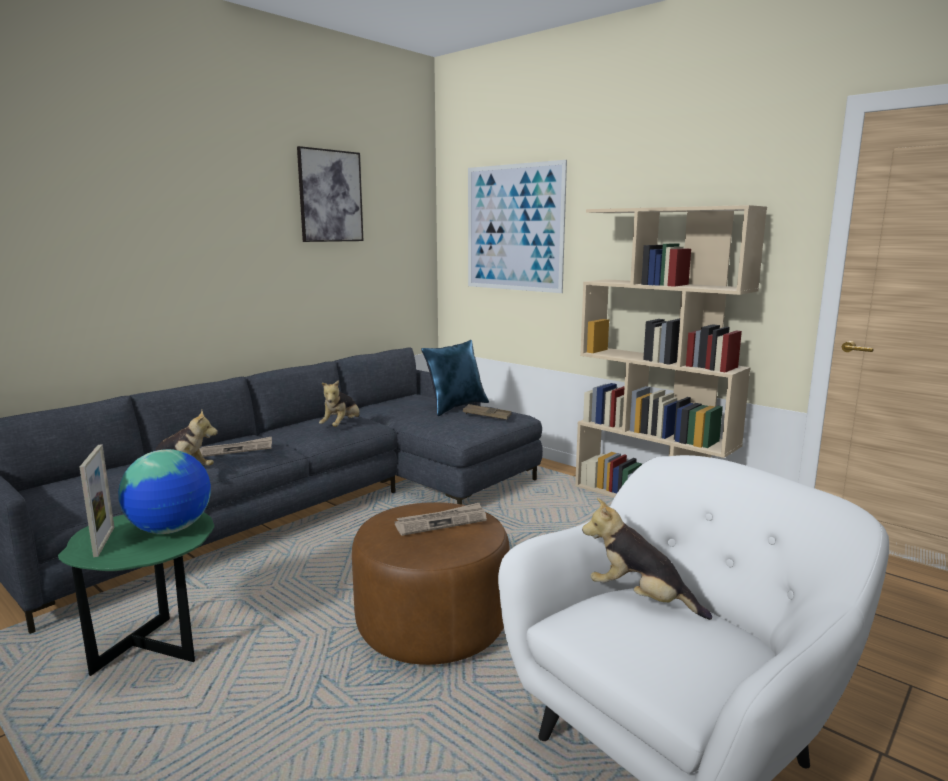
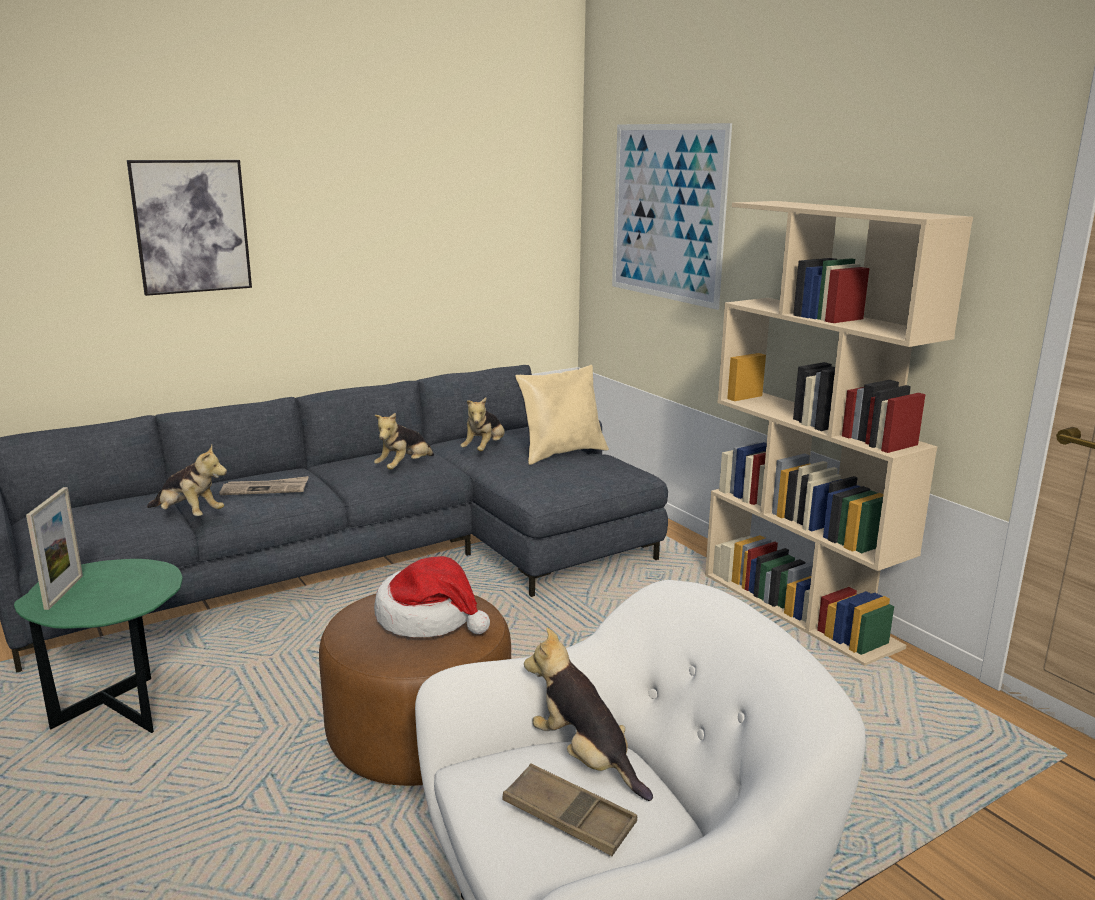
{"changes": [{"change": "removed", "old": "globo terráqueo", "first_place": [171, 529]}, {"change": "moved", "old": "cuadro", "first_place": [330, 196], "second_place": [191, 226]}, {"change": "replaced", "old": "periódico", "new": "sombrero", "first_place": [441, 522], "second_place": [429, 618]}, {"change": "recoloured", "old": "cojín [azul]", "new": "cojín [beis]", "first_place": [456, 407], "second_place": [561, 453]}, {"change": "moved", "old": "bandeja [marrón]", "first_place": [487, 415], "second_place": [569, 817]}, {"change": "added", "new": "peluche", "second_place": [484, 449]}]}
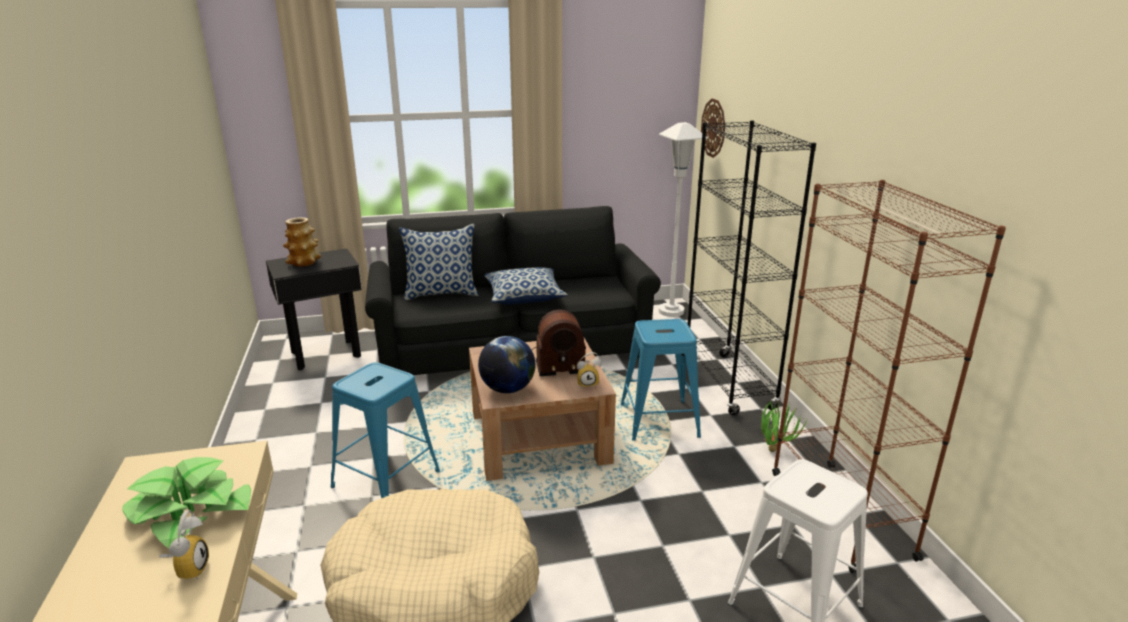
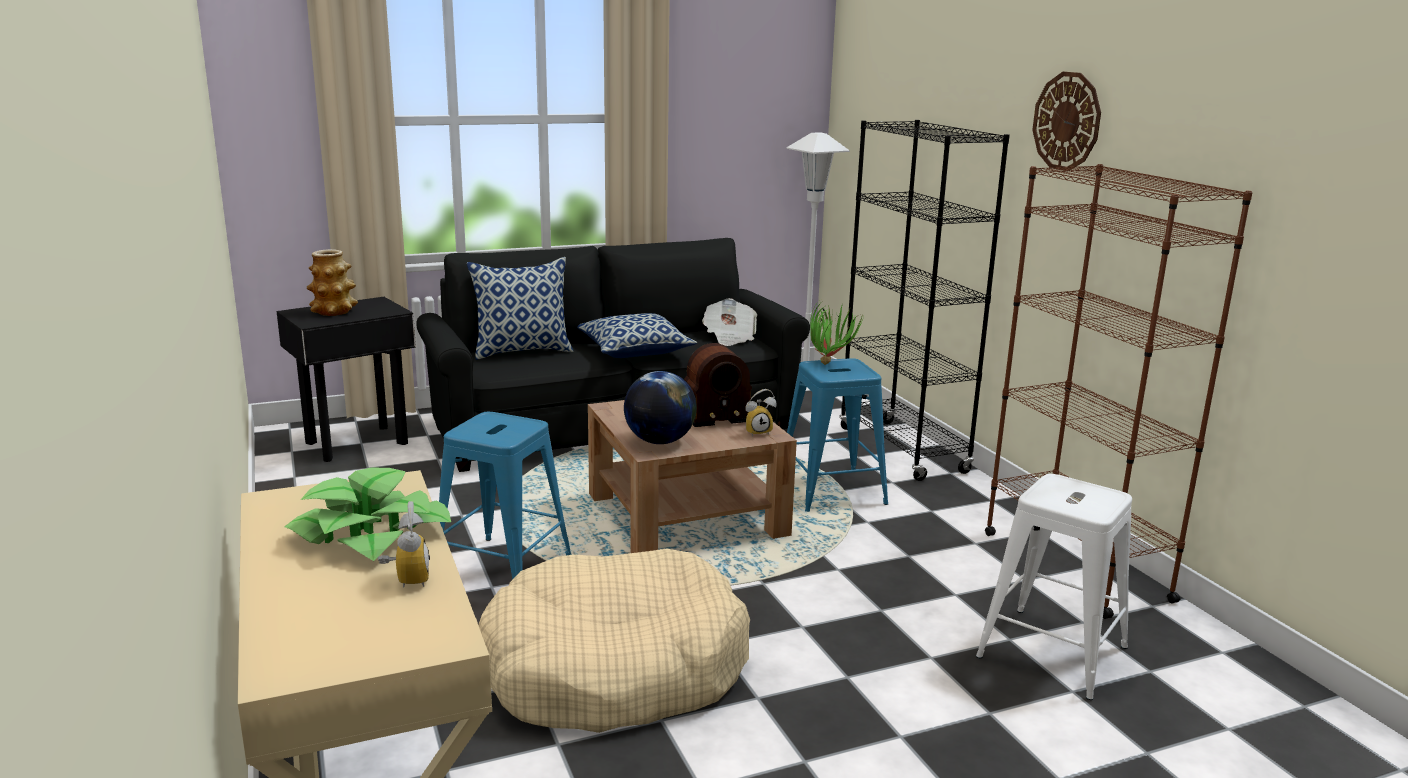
{"changes": [{"change": "moved", "old": "reloj de pared", "first_place": [713, 128], "second_place": [1067, 121]}, {"change": "moved", "old": "planta en maceta", "first_place": [776, 448], "second_place": [830, 362]}, {"change": "added", "new": "periódico", "second_place": [729, 337]}]}
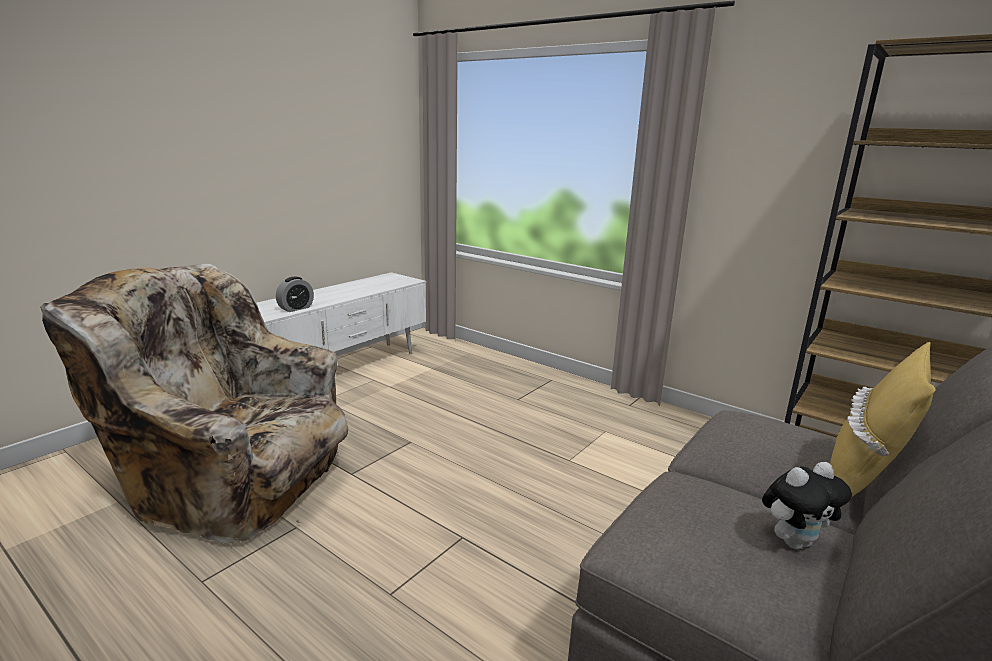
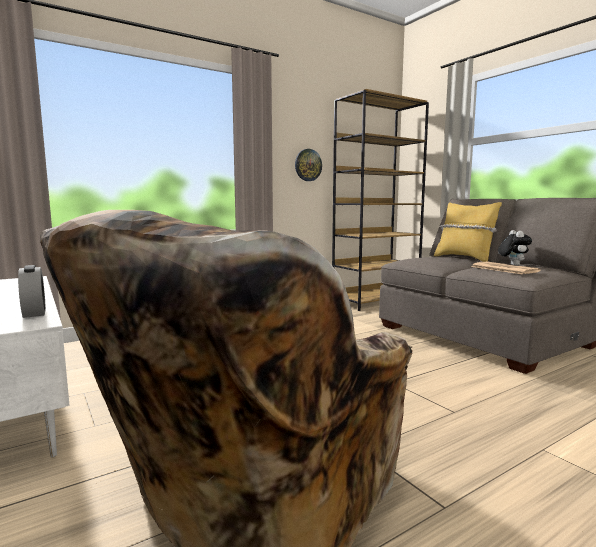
{"changes": [{"change": "added", "new": "reloj de pared", "second_place": [308, 165]}, {"change": "added", "new": "periódico", "second_place": [503, 269]}]}
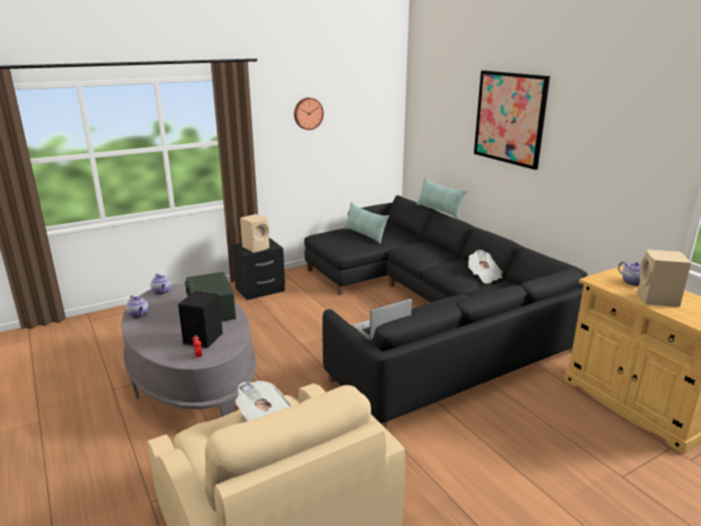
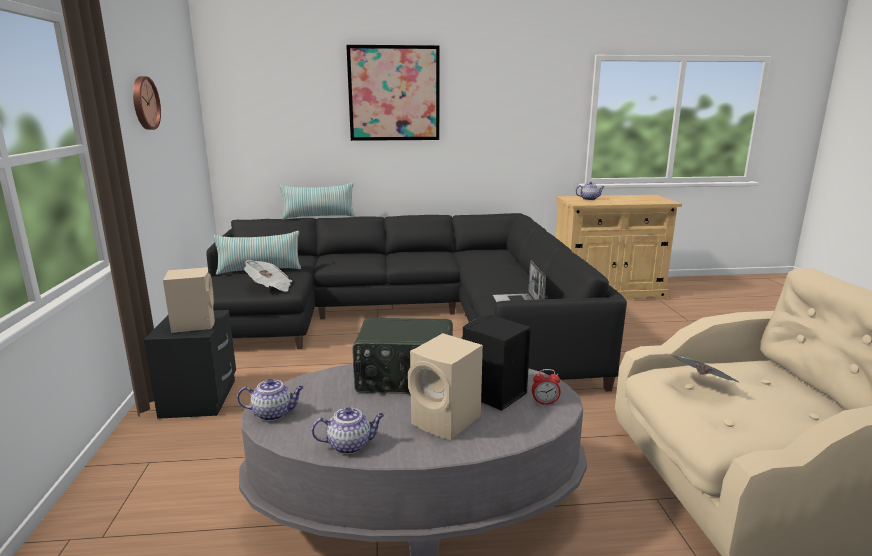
{"changes": [{"change": "moved", "old": "periódico", "first_place": [484, 275], "second_place": [270, 287]}, {"change": "moved", "old": "altavoz [beis]", "first_place": [657, 300], "second_place": [447, 421]}]}
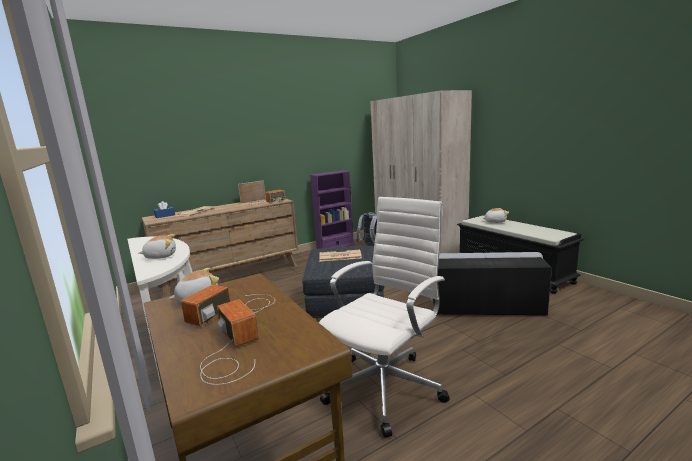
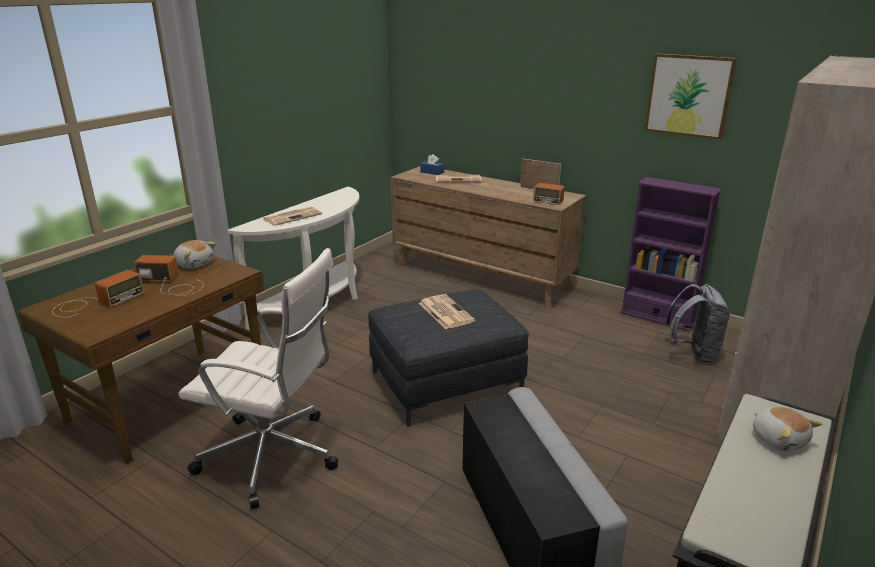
{"changes": [{"change": "replaced", "old": "peluche", "new": "periódico", "first_place": [161, 256], "second_place": [293, 216]}, {"change": "added", "new": "cuadro", "second_place": [689, 95]}]}
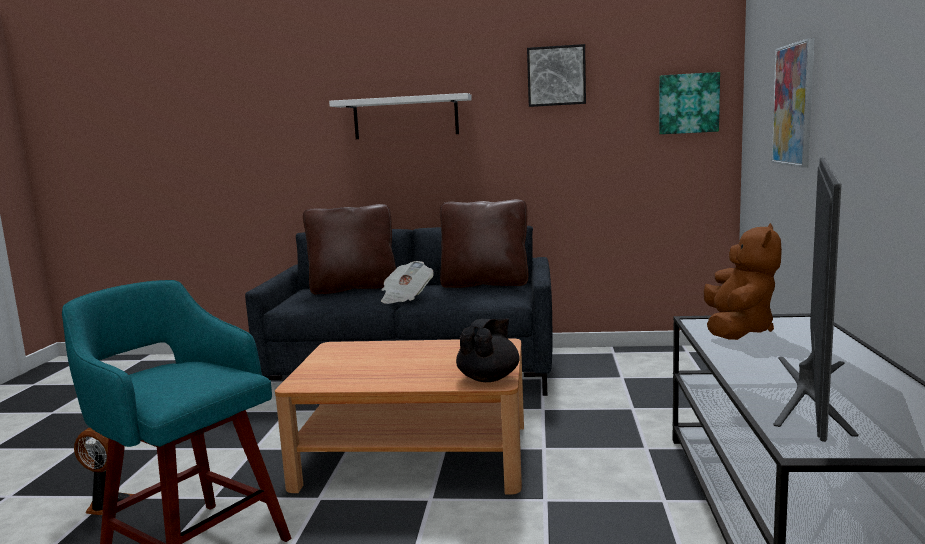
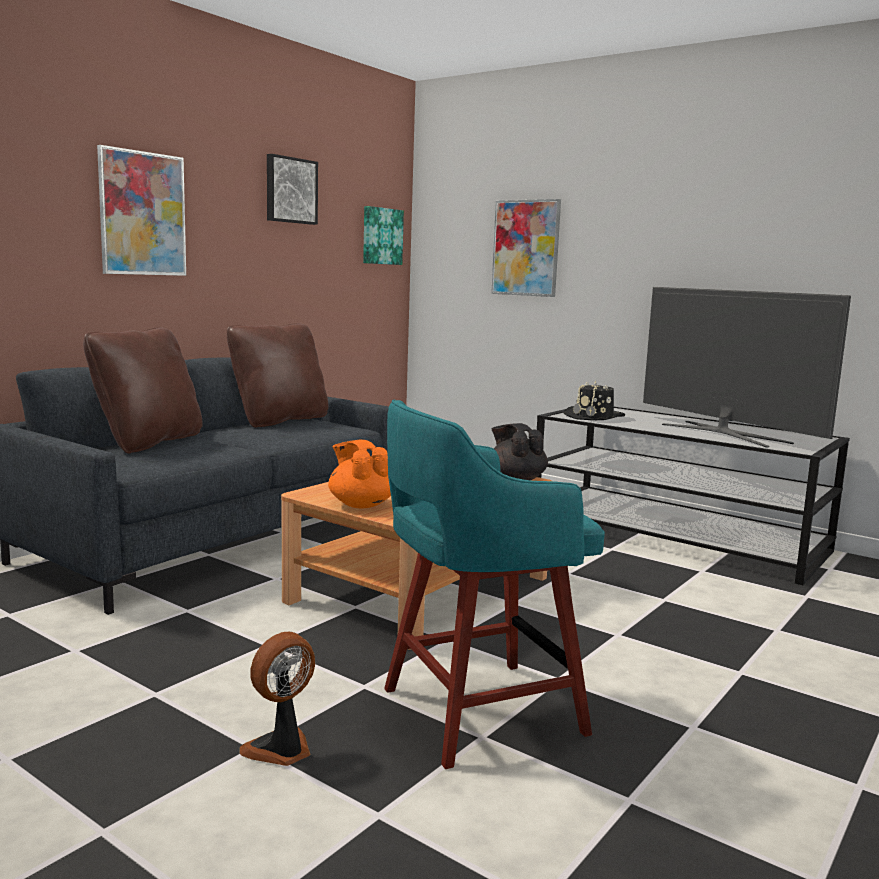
{"changes": [{"change": "replaced", "old": "estante [blanco]", "new": "cuadro", "first_place": [405, 117], "second_place": [142, 214]}, {"change": "removed", "old": "periódico", "first_place": [405, 297]}, {"change": "replaced", "old": "peluche [marrón]", "new": "sombrero [negro]", "first_place": [737, 330], "second_place": [594, 416]}, {"change": "added", "new": "tetera [naranja]", "second_place": [361, 504]}]}
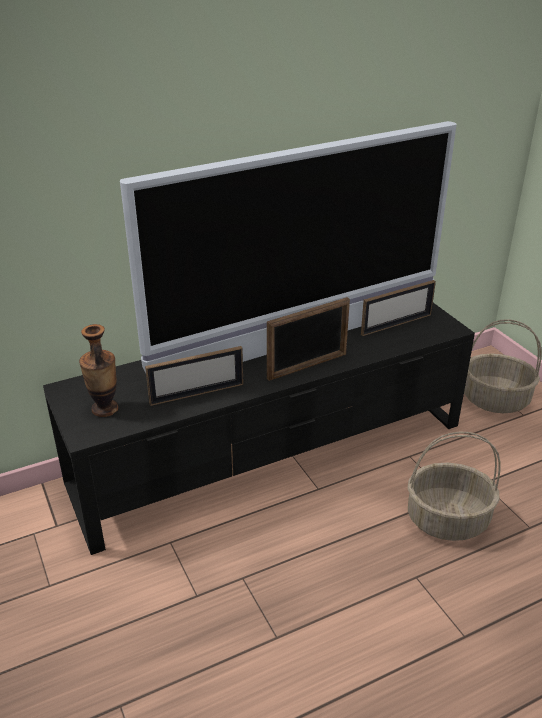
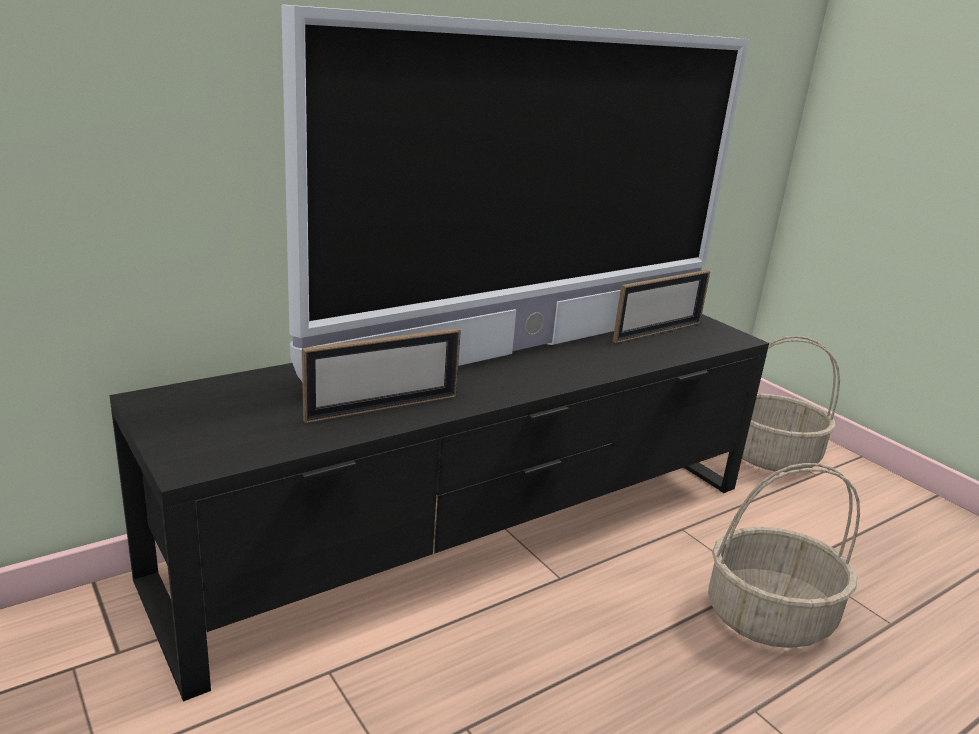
{"changes": [{"change": "removed", "old": "florero", "first_place": [105, 409]}, {"change": "removed", "old": "portarretratos", "first_place": [307, 366]}]}
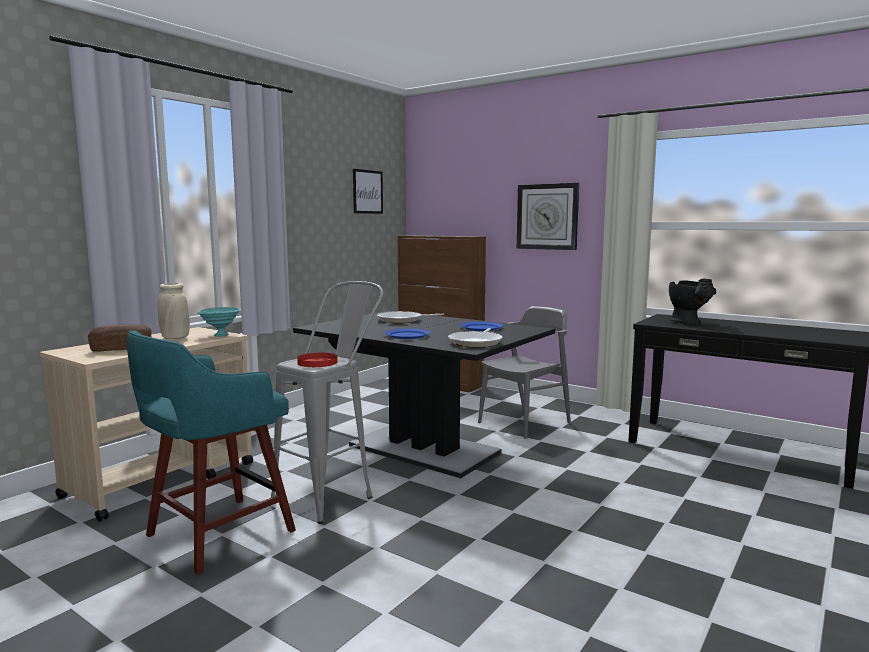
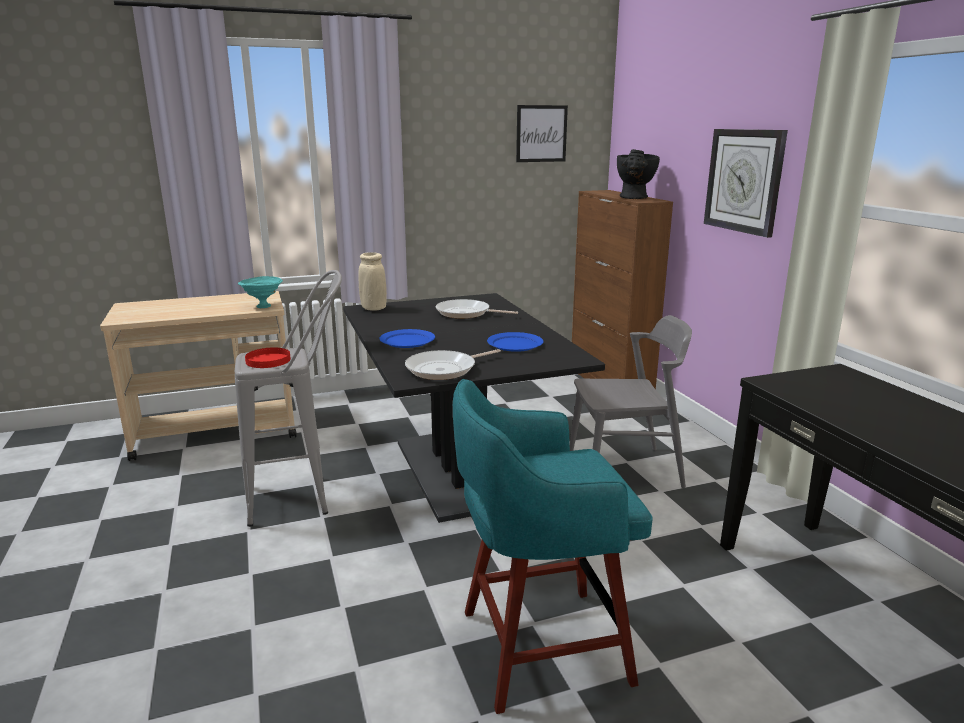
{"changes": [{"change": "removed", "old": "pan", "first_place": [122, 349]}, {"change": "moved", "old": "taburete [turquesa]", "first_place": [216, 534], "second_place": [538, 647]}, {"change": "moved", "old": "florero [beis]", "first_place": [175, 338], "second_place": [373, 309]}, {"change": "moved", "old": "florero [negro]", "first_place": [690, 323], "second_place": [634, 198]}]}
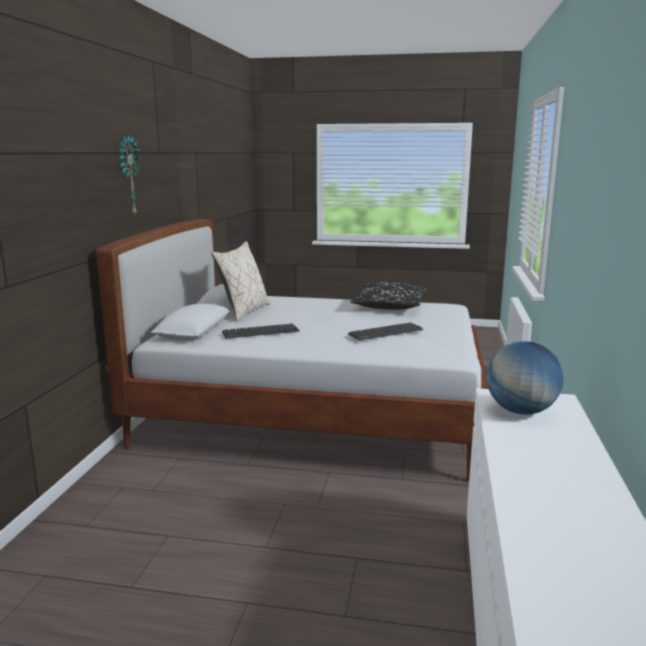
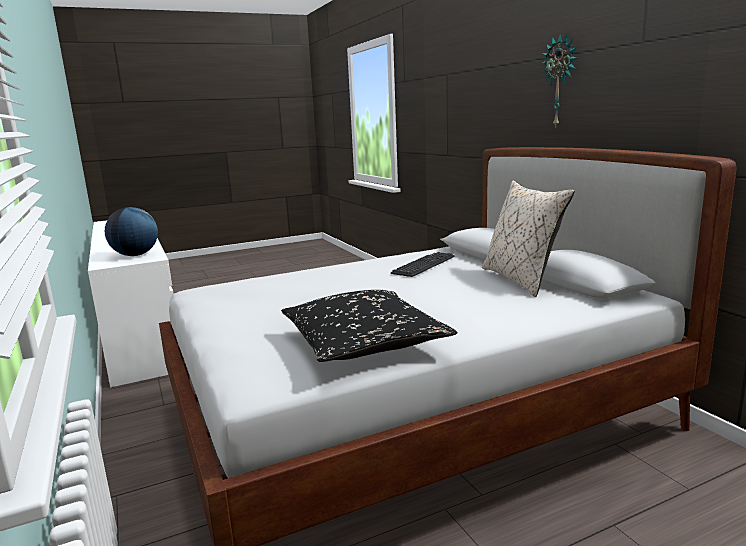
{"changes": [{"change": "removed", "old": "teclado", "first_place": [386, 332]}]}
